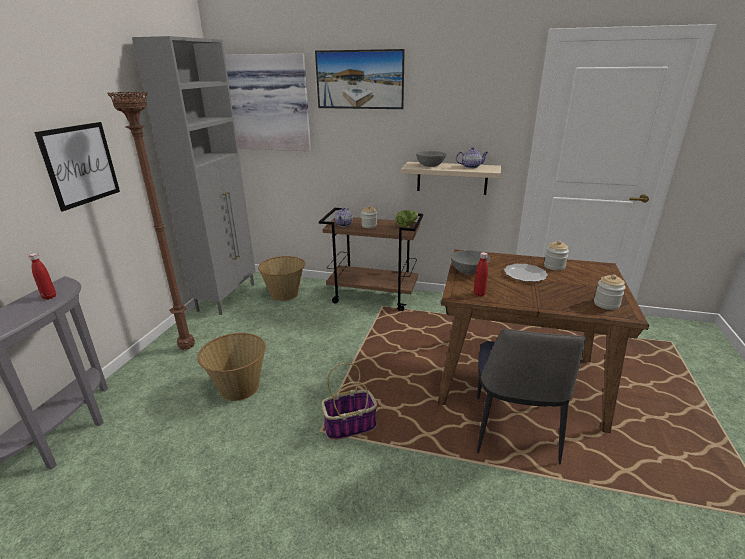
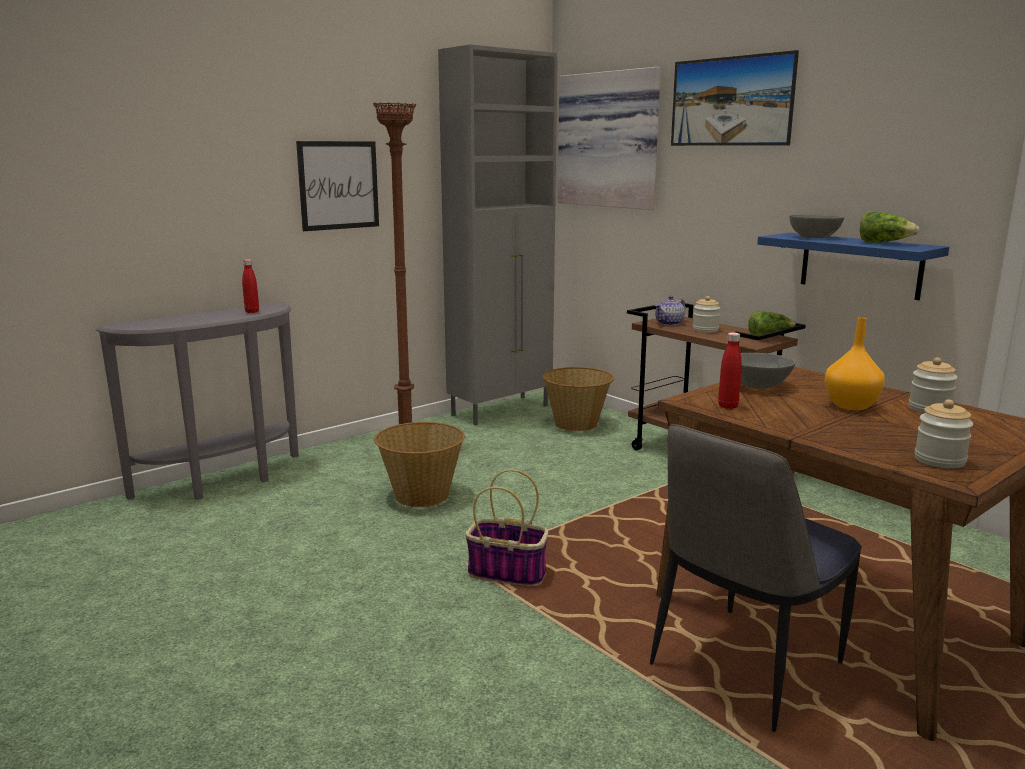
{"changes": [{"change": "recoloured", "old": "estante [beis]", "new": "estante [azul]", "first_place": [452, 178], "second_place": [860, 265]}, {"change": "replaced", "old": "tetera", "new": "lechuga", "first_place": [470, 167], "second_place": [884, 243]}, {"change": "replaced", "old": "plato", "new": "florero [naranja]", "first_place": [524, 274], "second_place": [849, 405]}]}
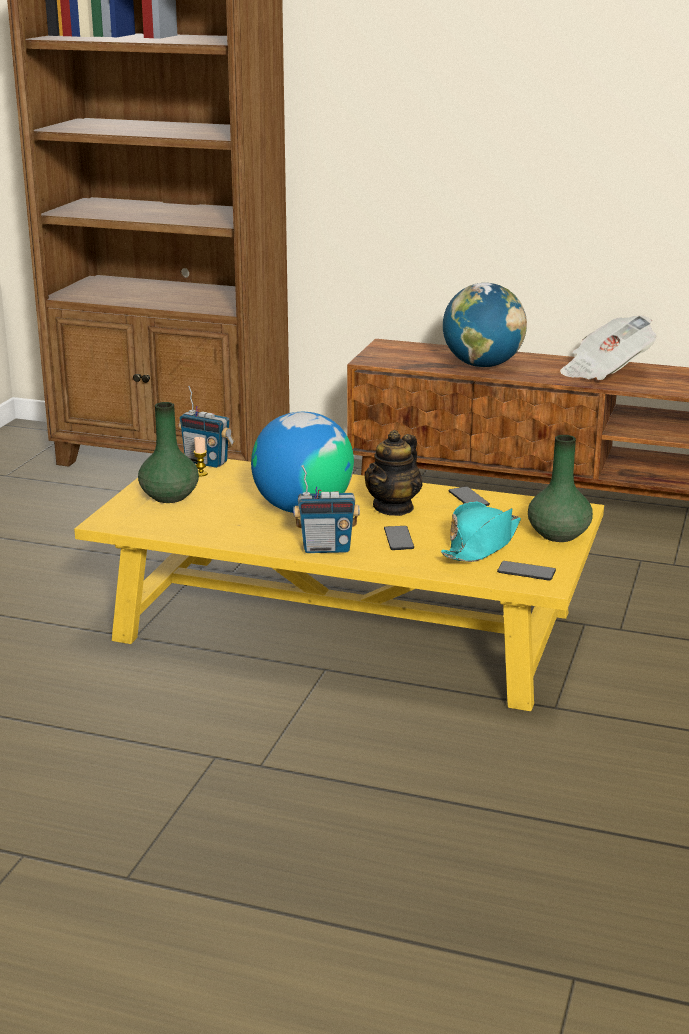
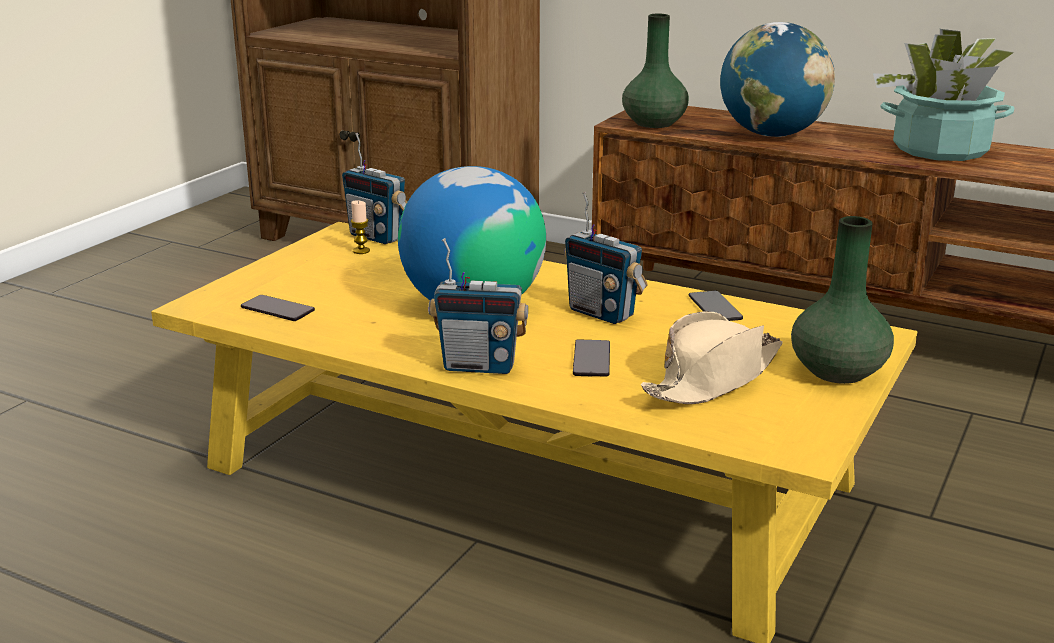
{"changes": [{"change": "moved", "old": "florero [verde]", "first_place": [168, 496], "second_place": [653, 123]}, {"change": "replaced", "old": "tetera", "new": "radio", "first_place": [393, 507], "second_place": [602, 313]}, {"change": "recoloured", "old": "sombrero [turquesa]", "new": "sombrero [beis]", "first_place": [481, 545], "second_place": [714, 378]}, {"change": "moved", "old": "móvil", "first_place": [526, 572], "second_place": [277, 309]}, {"change": "replaced", "old": "periódico", "new": "planta en maceta", "first_place": [605, 372], "second_place": [940, 150]}]}
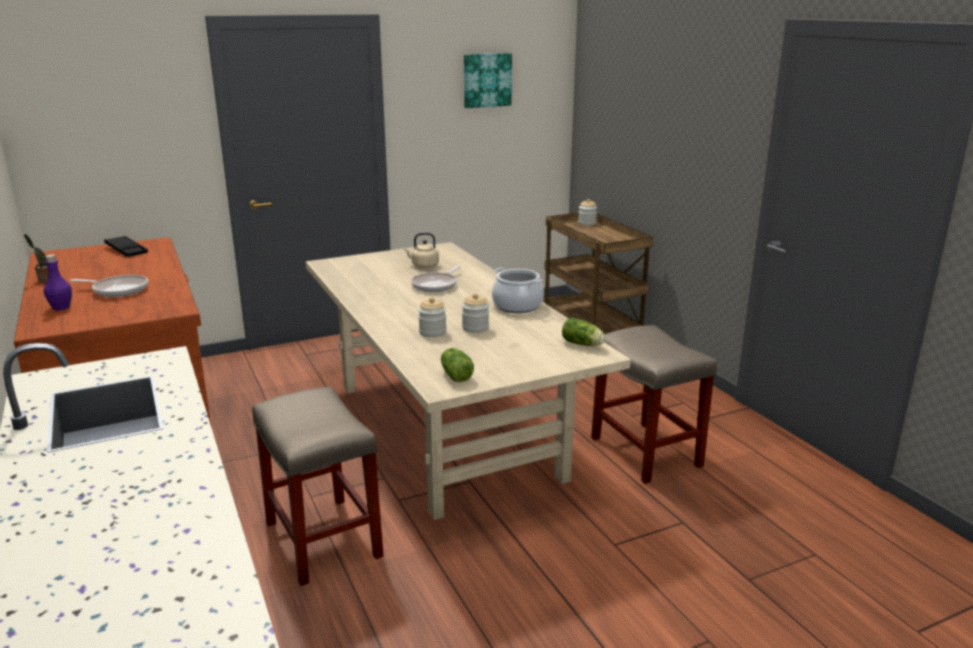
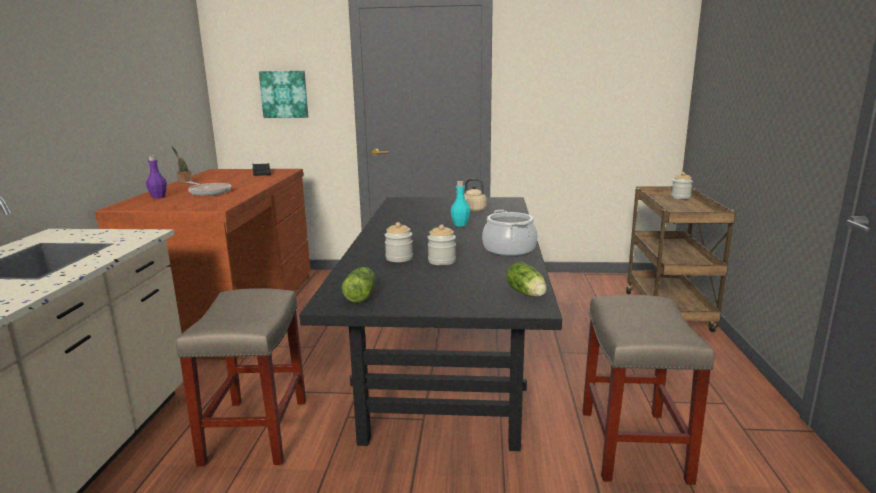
{"changes": [{"change": "recoloured", "old": "mesa de comedor [beis]", "new": "mesa de comedor [negro]", "first_place": [446, 431], "second_place": [447, 367]}, {"change": "replaced", "old": "sartén", "new": "botella [turquesa]", "first_place": [436, 285], "second_place": [460, 224]}, {"change": "moved", "old": "cuadro", "first_place": [486, 80], "second_place": [284, 94]}]}
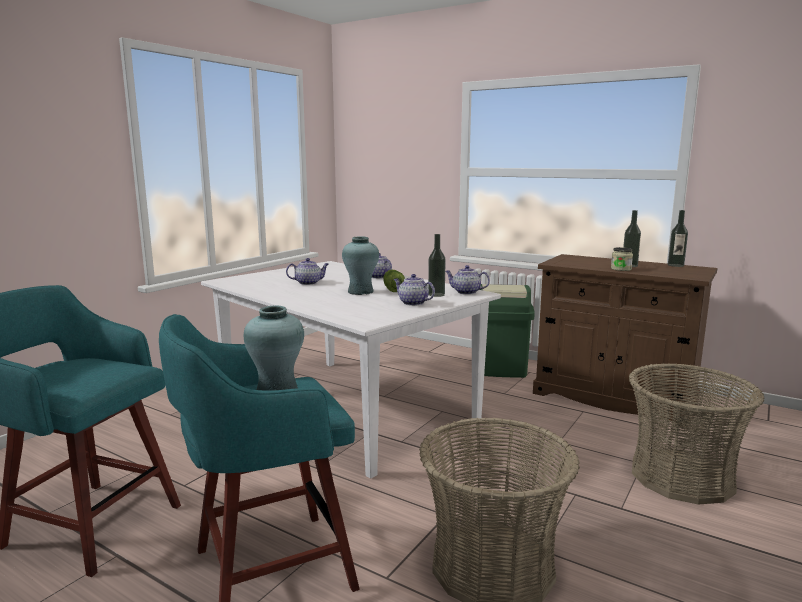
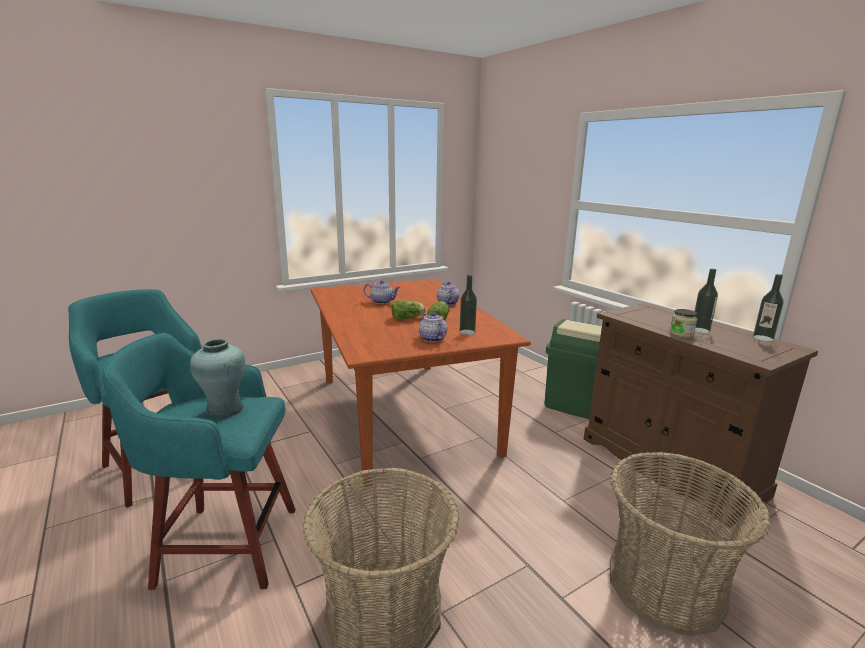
{"changes": [{"change": "recoloured", "old": "mesa de comedor [blanco]", "new": "mesa de comedor [marrón]", "first_place": [345, 409], "second_place": [402, 414]}, {"change": "replaced", "old": "florero [turquesa]", "new": "lechuga", "first_place": [361, 292], "second_place": [408, 318]}, {"change": "removed", "old": "tetera", "first_place": [465, 292]}]}
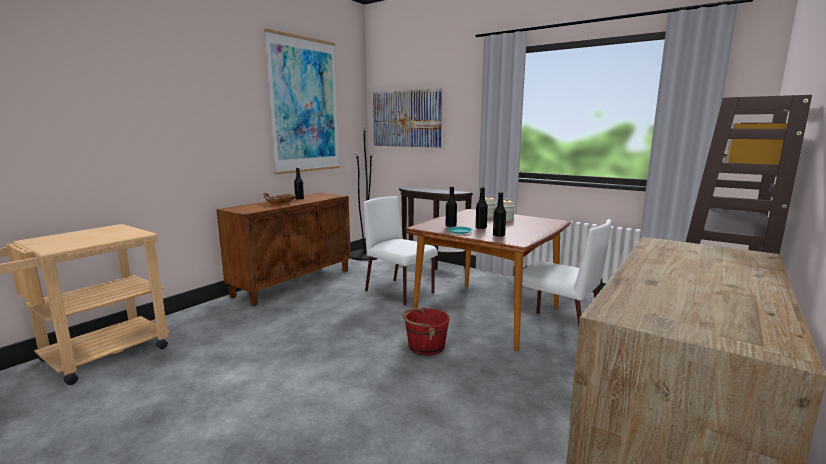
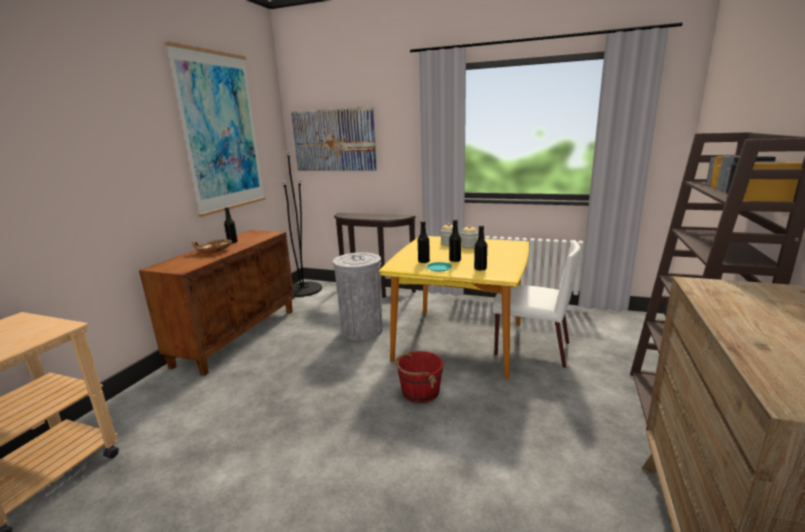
{"changes": [{"change": "replaced", "old": "silla [blanco]", "new": "papelera [gris]", "first_place": [400, 292], "second_place": [362, 330]}, {"change": "recoloured", "old": "mesa de comedor [marrón]", "new": "mesa de comedor [amarillo]", "first_place": [486, 314], "second_place": [459, 342]}]}
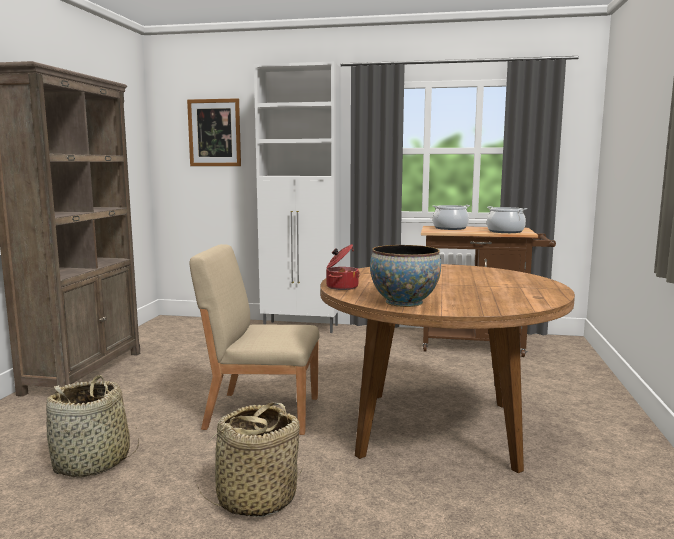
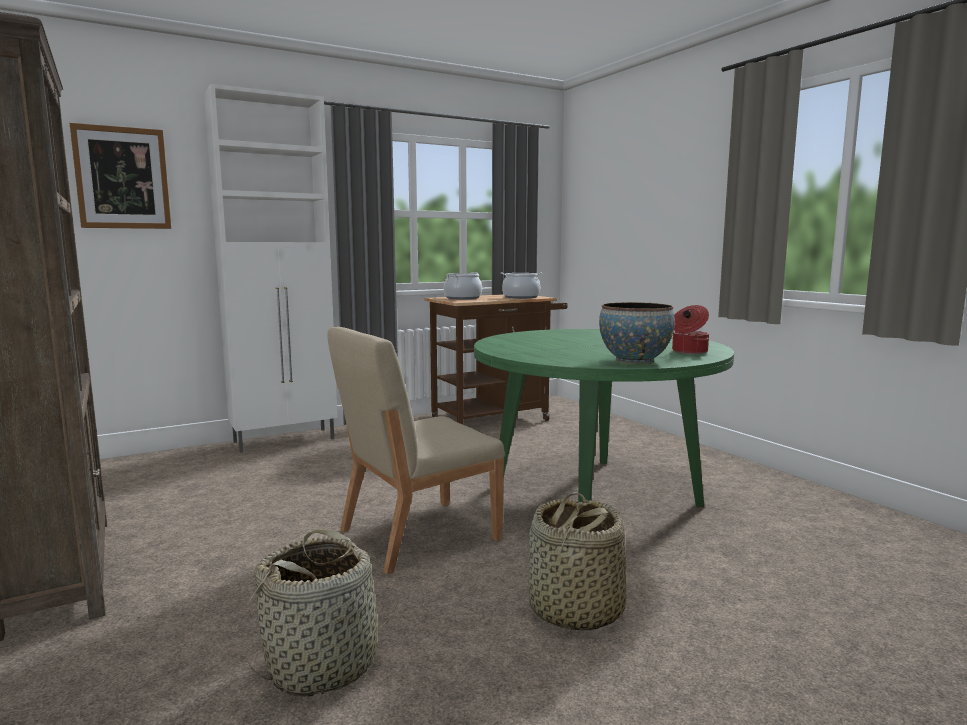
{"changes": [{"change": "recoloured", "old": "mesa de comedor [marrón]", "new": "mesa de comedor [verde]", "first_place": [437, 428], "second_place": [594, 494]}, {"change": "moved", "old": "olla", "first_place": [341, 287], "second_place": [688, 352]}]}
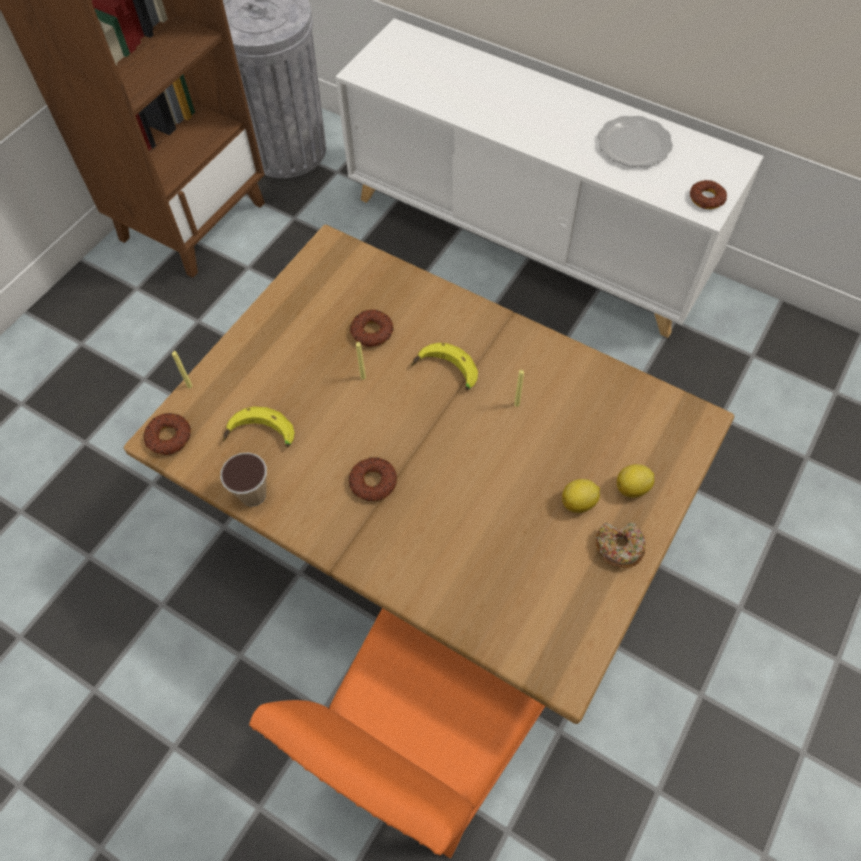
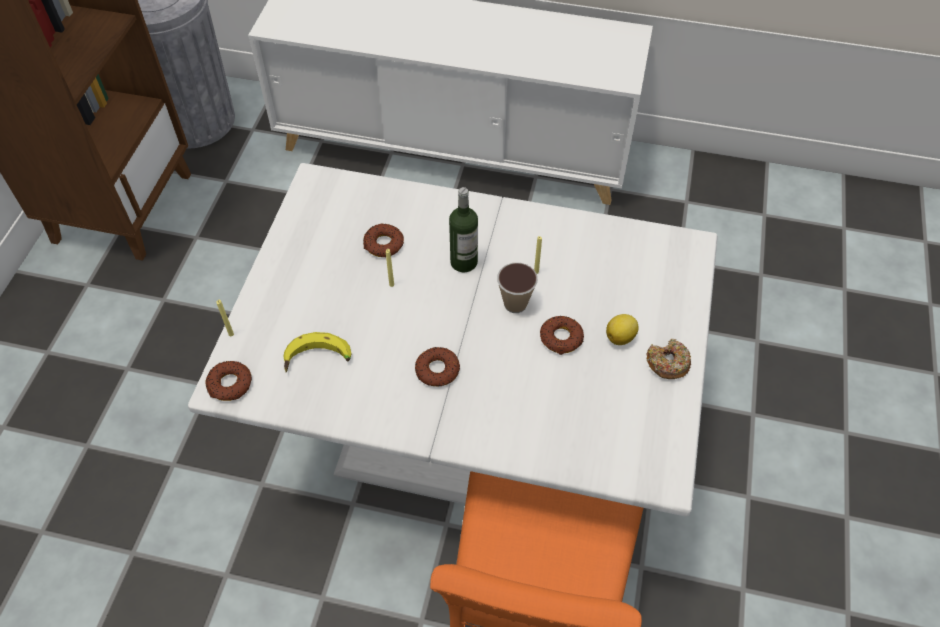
{"changes": [{"change": "recoloured", "old": "mesa de comedor [marrón]", "new": "mesa de comedor [blanco]", "first_place": [433, 545], "second_place": [469, 441]}, {"change": "moved", "old": "taza", "first_place": [253, 494], "second_place": [515, 304]}, {"change": "replaced", "old": "plátano", "new": "botella", "first_place": [445, 373], "second_place": [464, 262]}, {"change": "removed", "old": "plato", "first_place": [633, 143]}, {"change": "removed", "old": "limón", "first_place": [633, 488]}, {"change": "moved", "old": "rosquilla", "first_place": [706, 198], "second_place": [561, 338]}]}
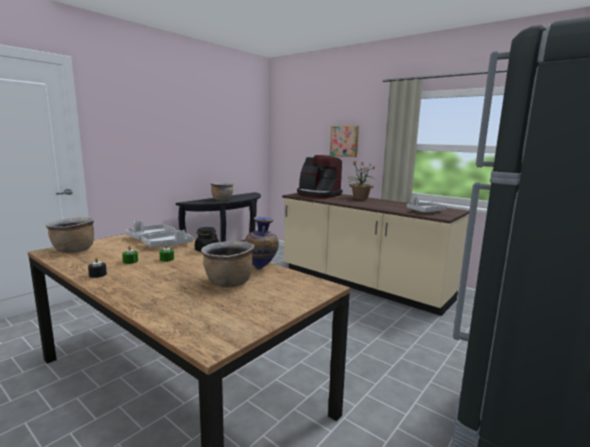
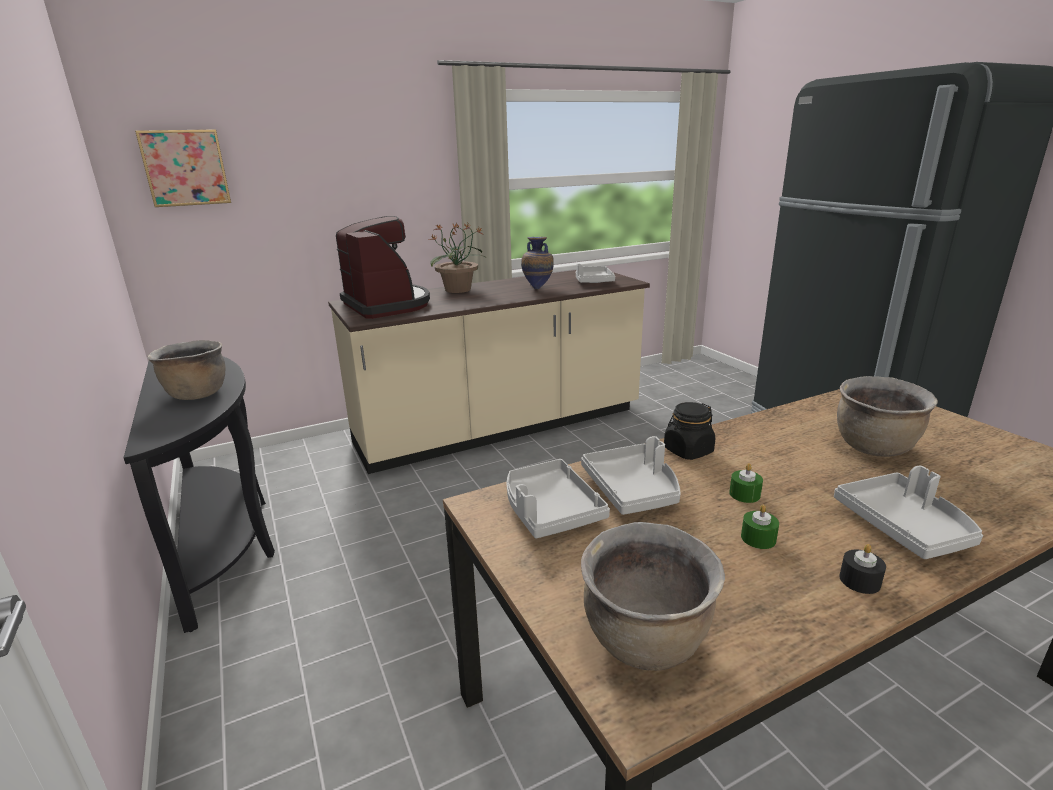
{"changes": [{"change": "moved", "old": "florero", "first_place": [262, 269], "second_place": [538, 288]}, {"change": "turned", "old": "cafetera", "first_place": [318, 194], "second_place": [387, 305], "degrees": -90}, {"change": "moved", "old": "cuadro", "first_place": [344, 141], "second_place": [185, 168]}, {"change": "added", "new": "bandeja [gris]", "second_place": [904, 526]}]}
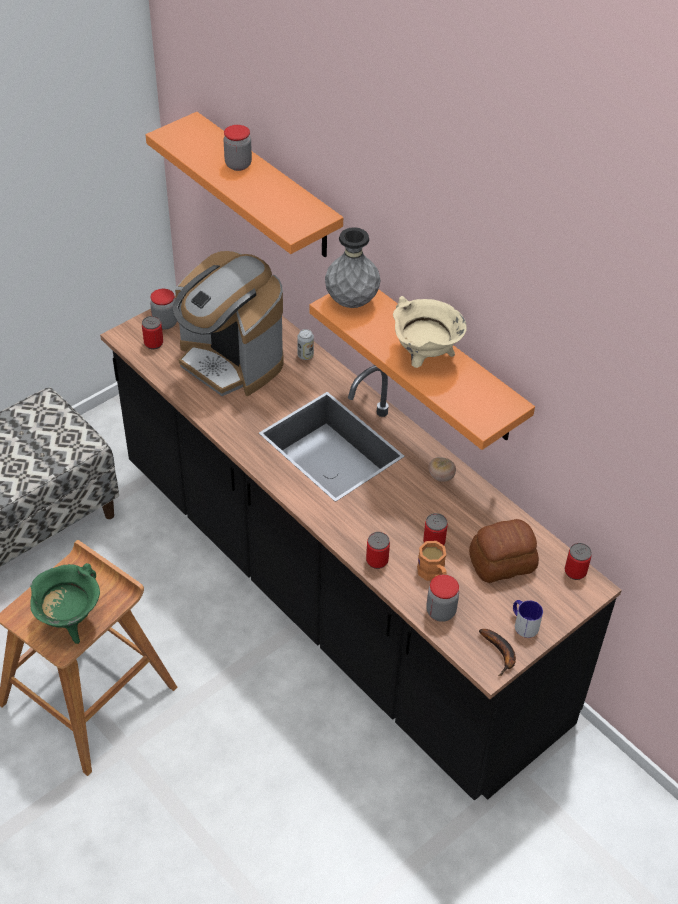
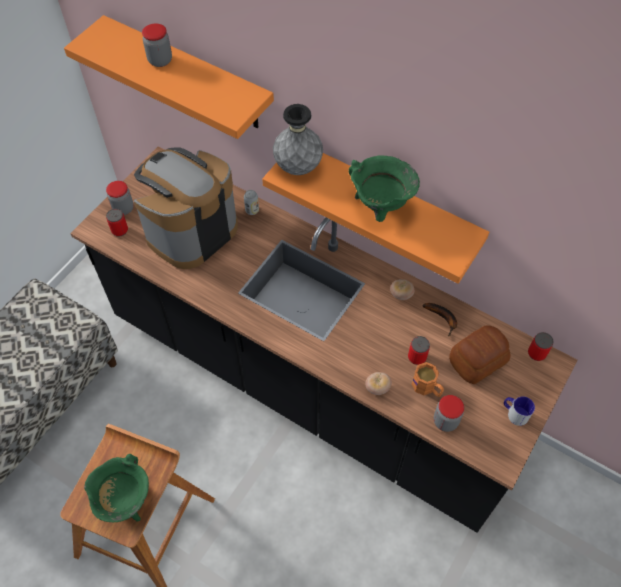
{"changes": [{"change": "turned", "old": "cafetera", "first_place": [230, 361], "second_place": [191, 231], "degrees": 105}, {"change": "replaced", "old": "lata", "new": "tomate", "first_place": [377, 560], "second_place": [377, 388]}, {"change": "recoloured", "old": "olla [beis]", "new": "olla [verde]", "first_place": [424, 358], "second_place": [380, 208]}, {"change": "moved", "old": "plátano", "first_place": [500, 653], "second_place": [443, 318]}]}
